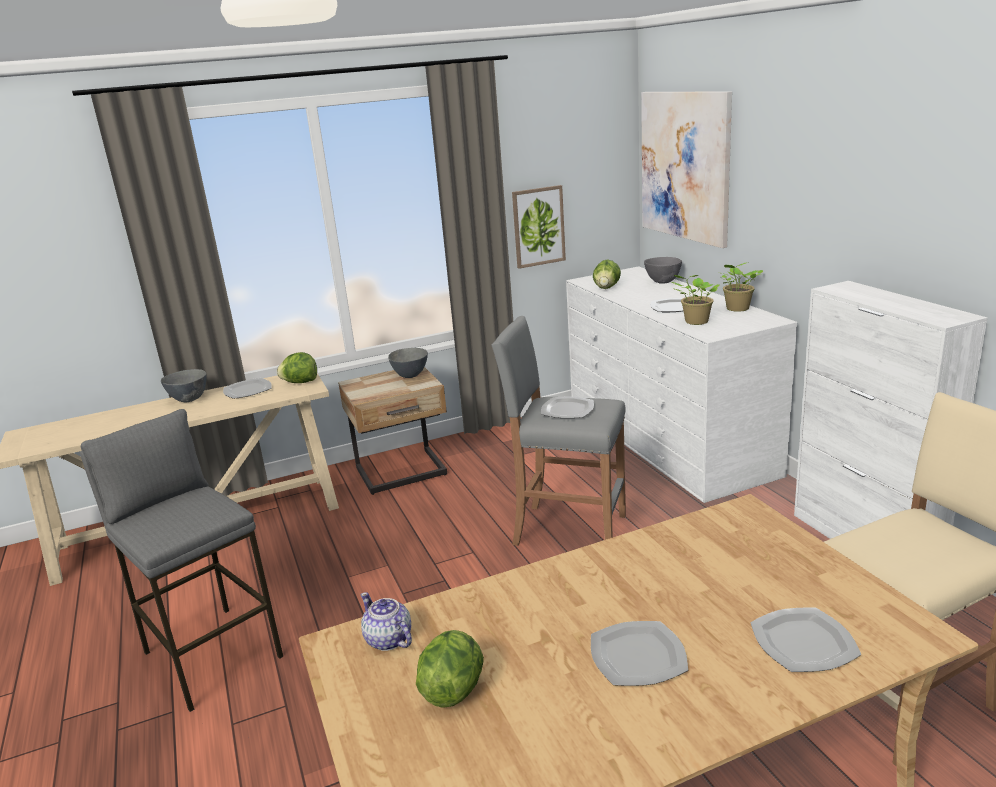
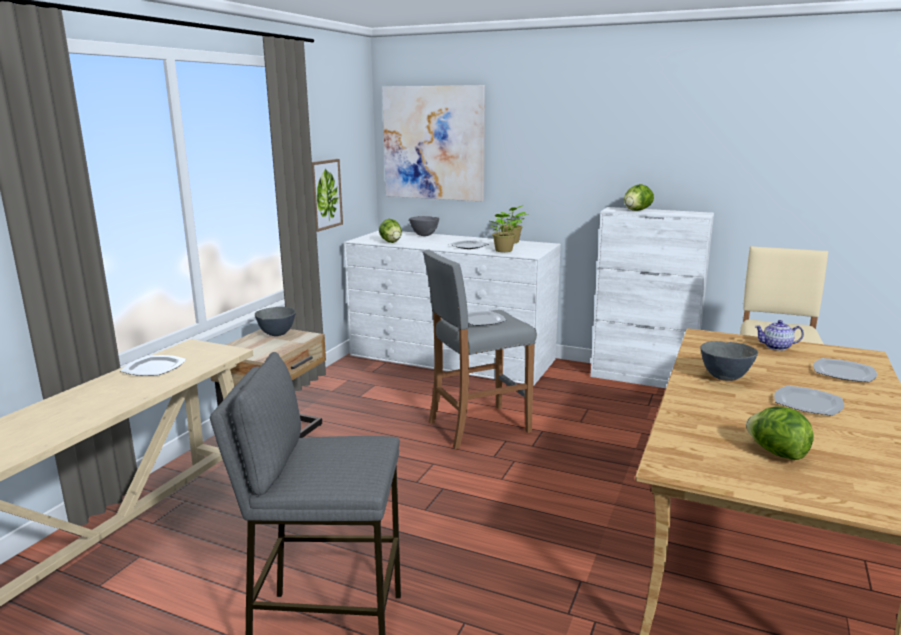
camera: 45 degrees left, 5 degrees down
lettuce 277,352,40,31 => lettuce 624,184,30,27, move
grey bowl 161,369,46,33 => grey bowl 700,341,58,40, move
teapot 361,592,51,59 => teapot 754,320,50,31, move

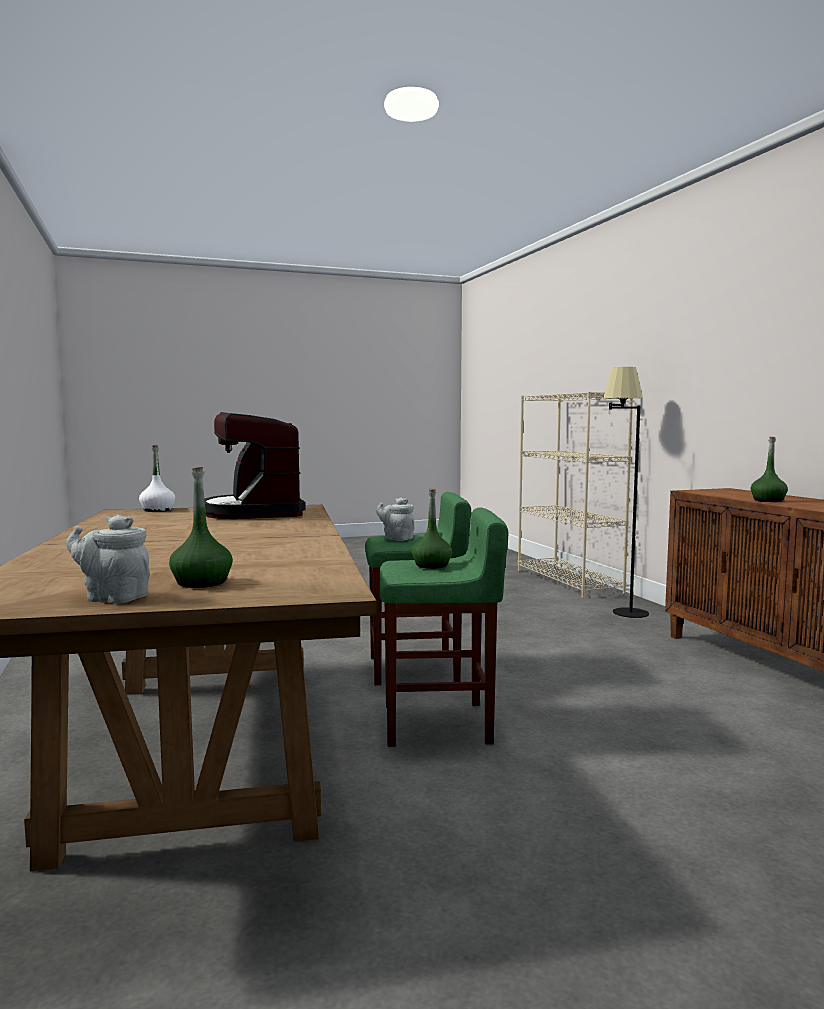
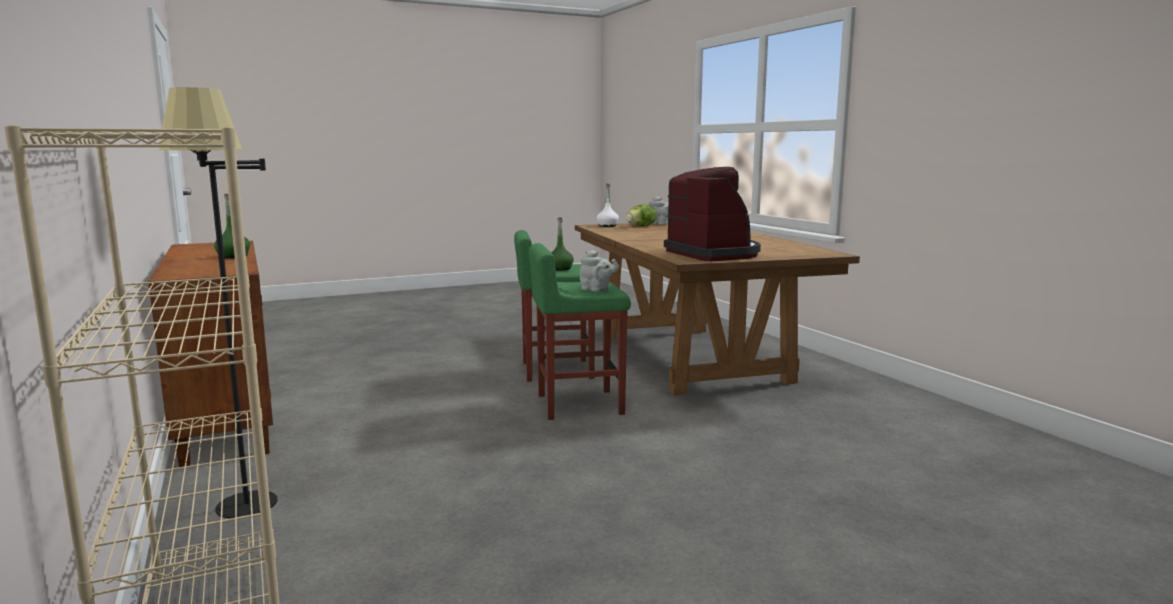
camera: 175 degrees right, 5 degrees up
white bottle 139,445,36,67 => white bottle 597,183,22,44, move
green bottle 169,467,64,121 => lettuce 626,204,31,23

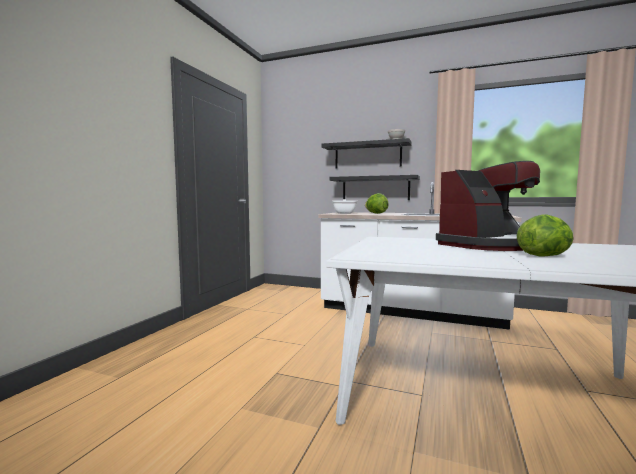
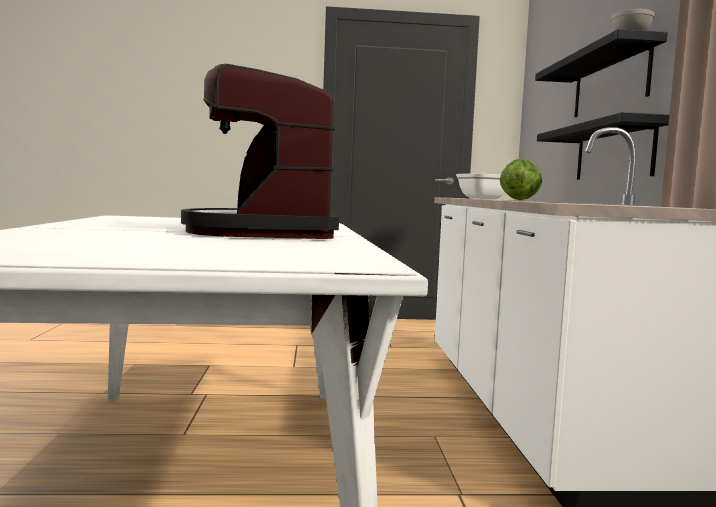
camera: 65 degrees right, 0 degrees up
coffee machine 436,161,104,90 => coffee machine 181,64,158,175, 45 degrees clockwise
lettuce 516,214,58,43 => nothing

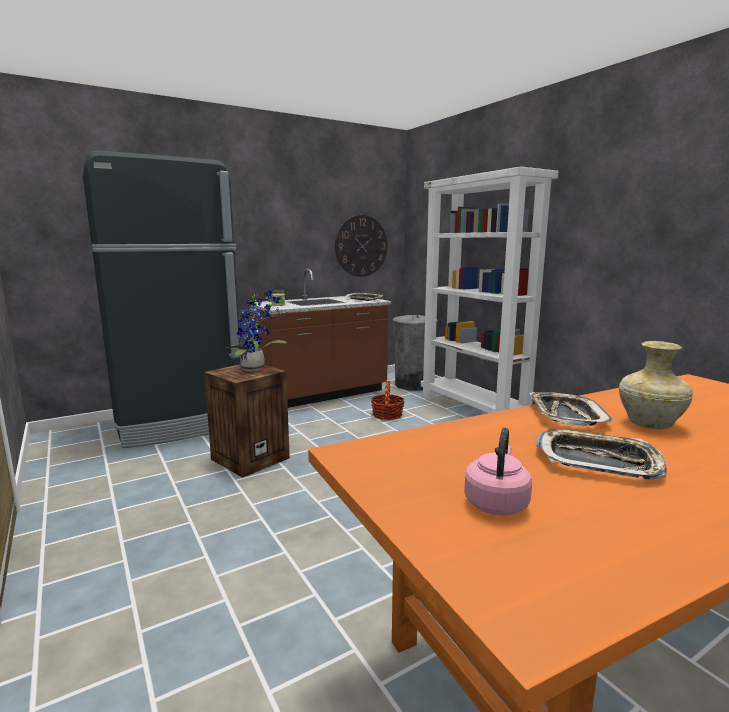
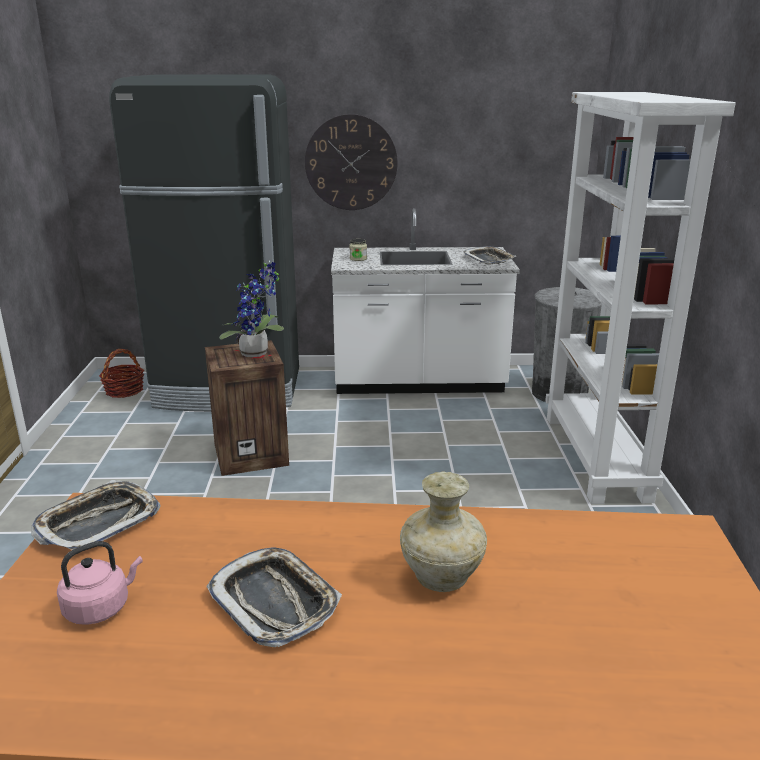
camera: 30 degrees right, 10 degrees up
wall clock 335,215,53,62 => wall clock 305,114,93,96, move
brown counter 249,269,142,139 => white counter 331,208,189,186
basket 371,380,34,40 => basket 99,349,45,49, move
tray 530,392,83,35 => tray 31,480,130,70, move

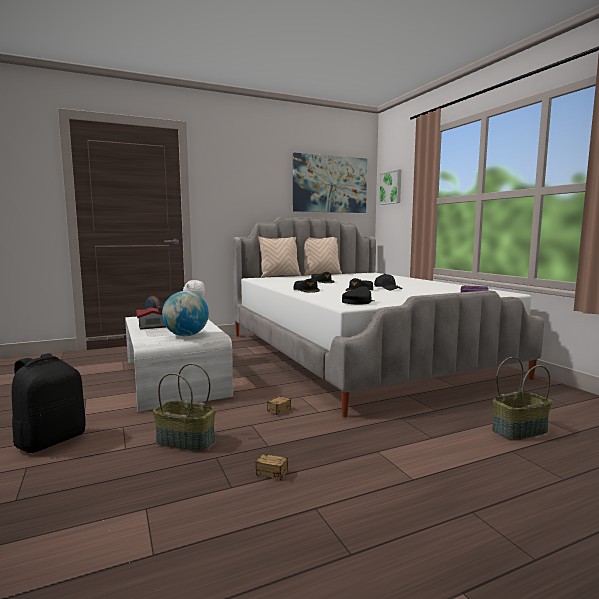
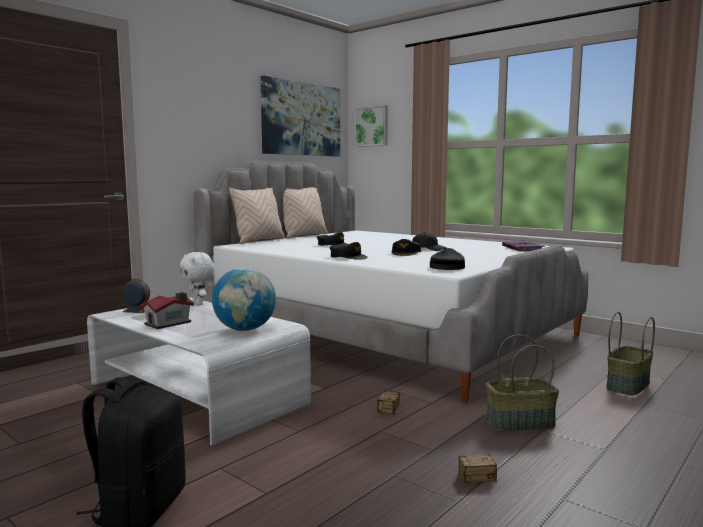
camera: 25 degrees left, 0 degrees up
basket 153,363,63,89 => basket 486,334,73,98, move

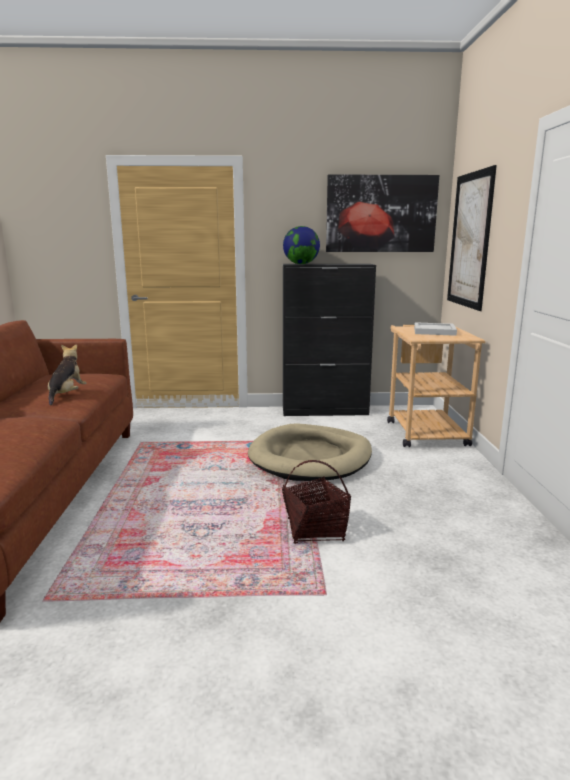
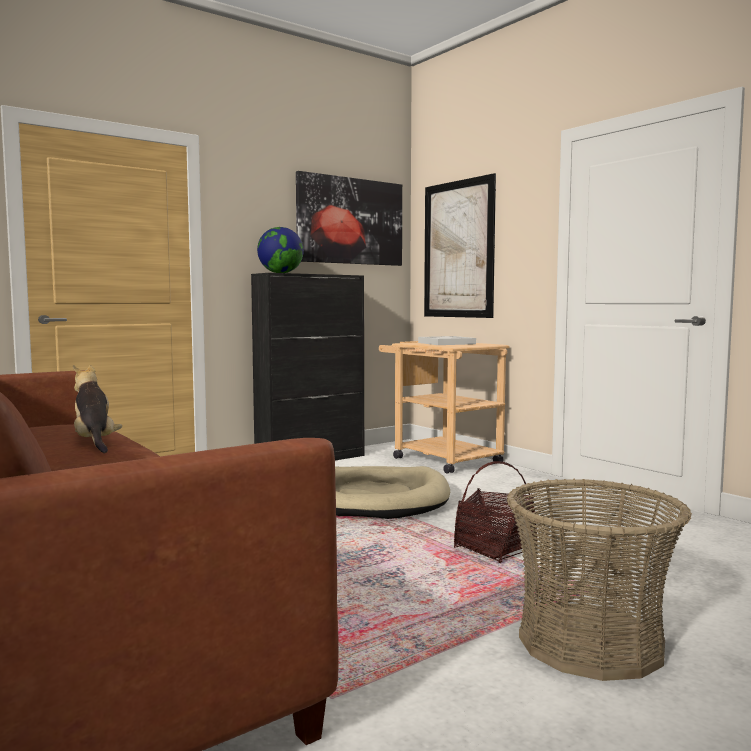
camera: 35 degrees left, 10 degrees down
nothing => basket 507,479,185,202

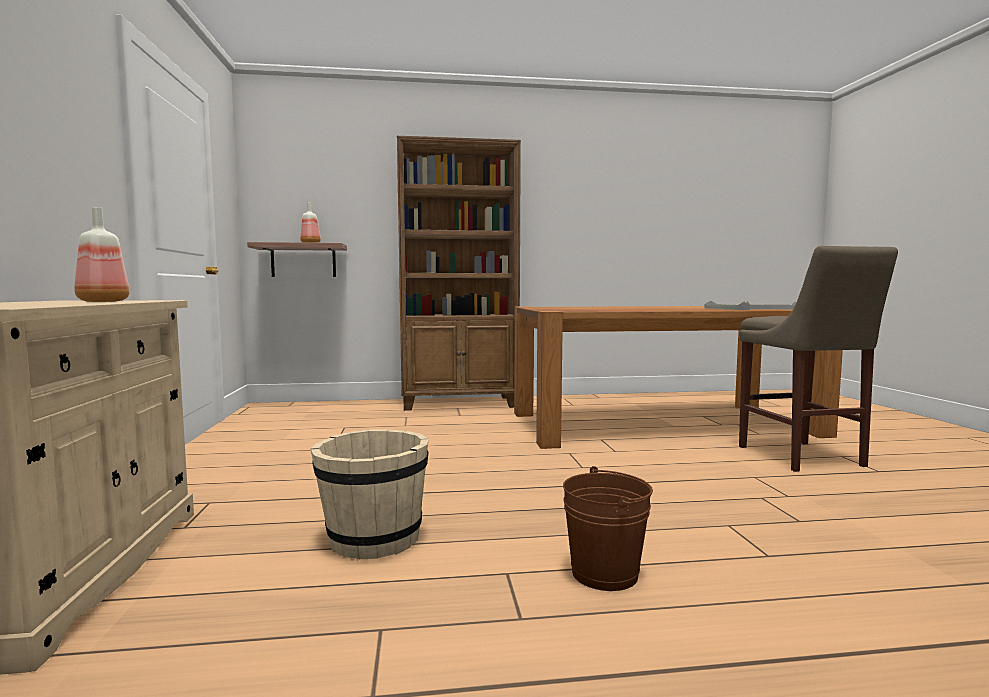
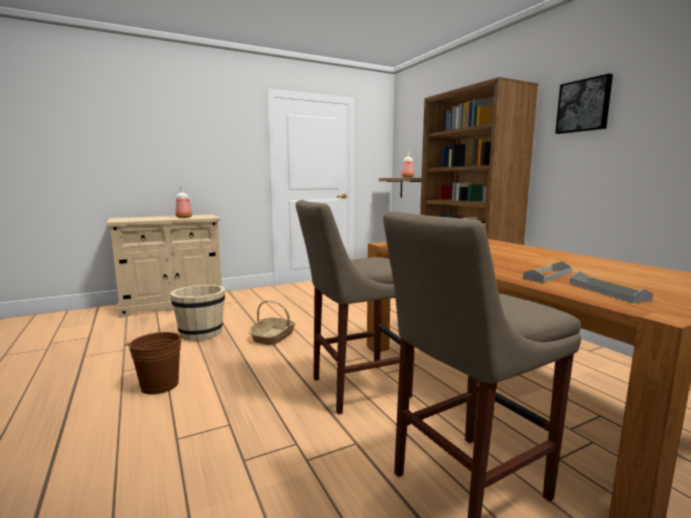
camera: 70 degrees right, 5 degrees up
nothing => picture 555,74,58,60
nothing => beige stool 296,200,119,215
nothing => basket 249,300,47,45

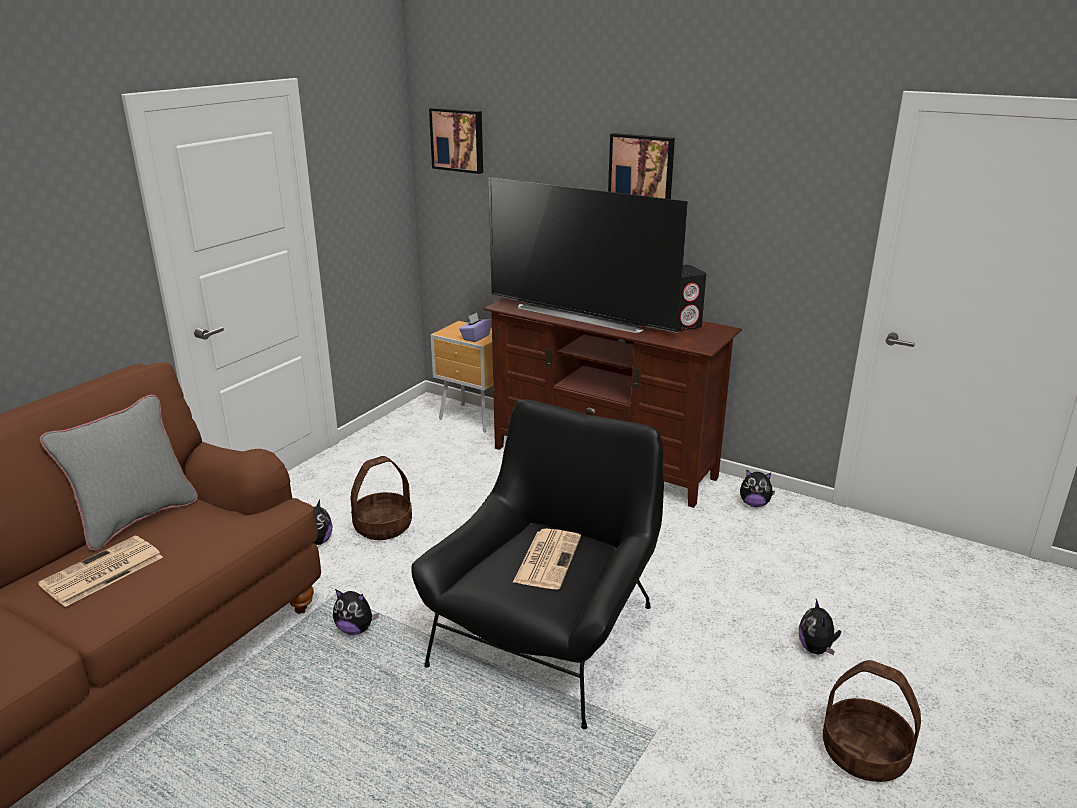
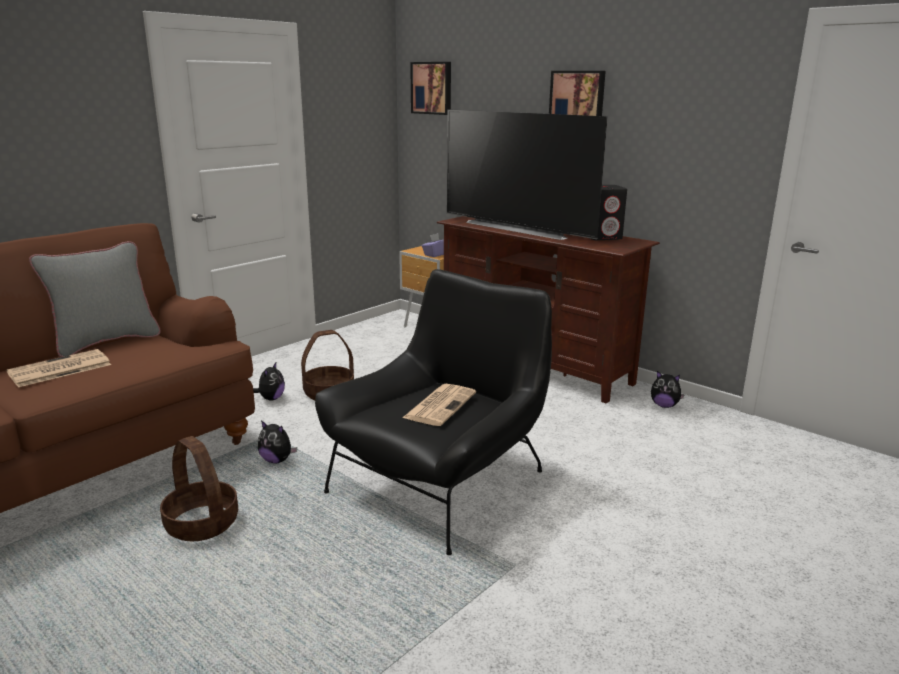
camera: 10 degrees right, 5 degrees down
plush toy 799,599,42,57 => nothing
basket 823,660,98,122 => basket 160,436,78,105, move

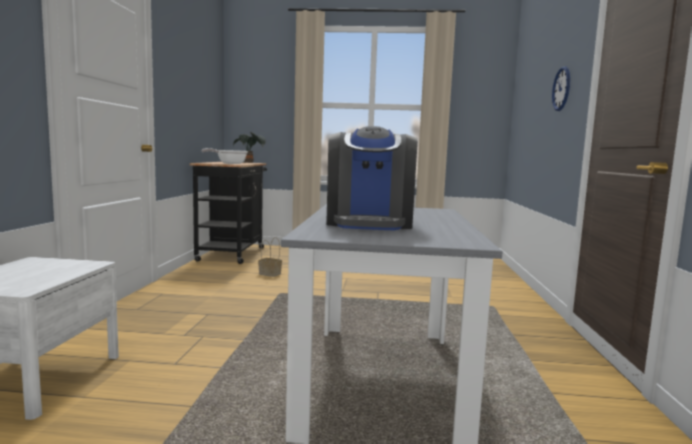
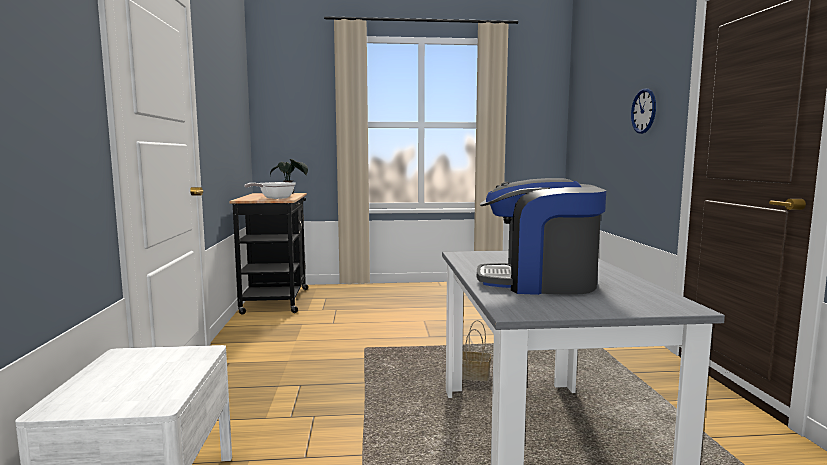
camera: 10 degrees left, 0 degrees up
coffee machine 326,126,92,104 => coffee machine 477,178,129,117, 105 degrees clockwise
basket 258,237,24,40 => basket 462,320,29,61, move

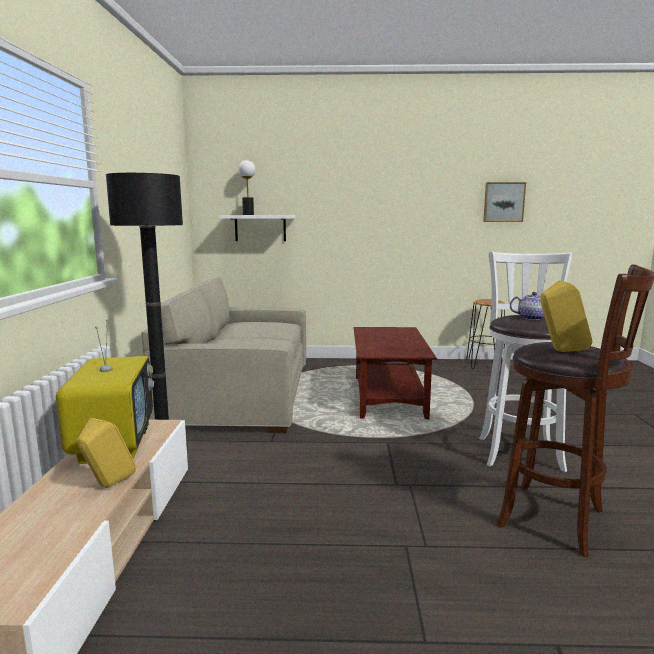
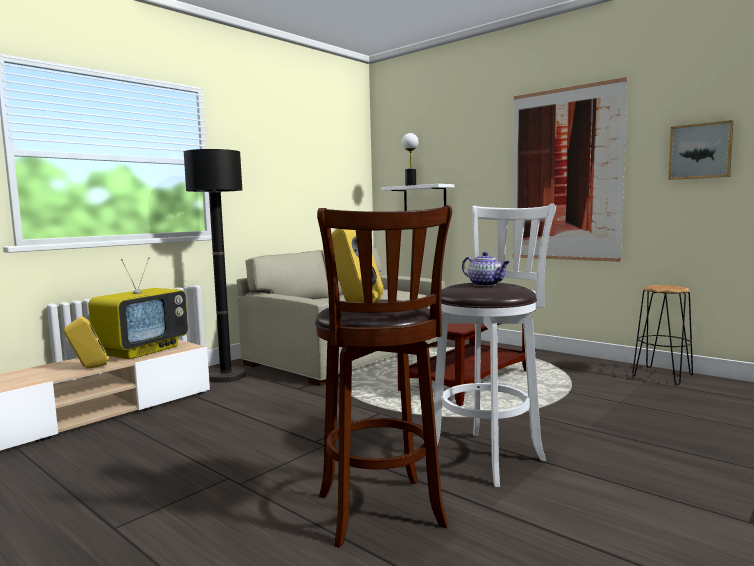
camera: 40 degrees right, 5 degrees down
nothing => picture 513,77,114,185

